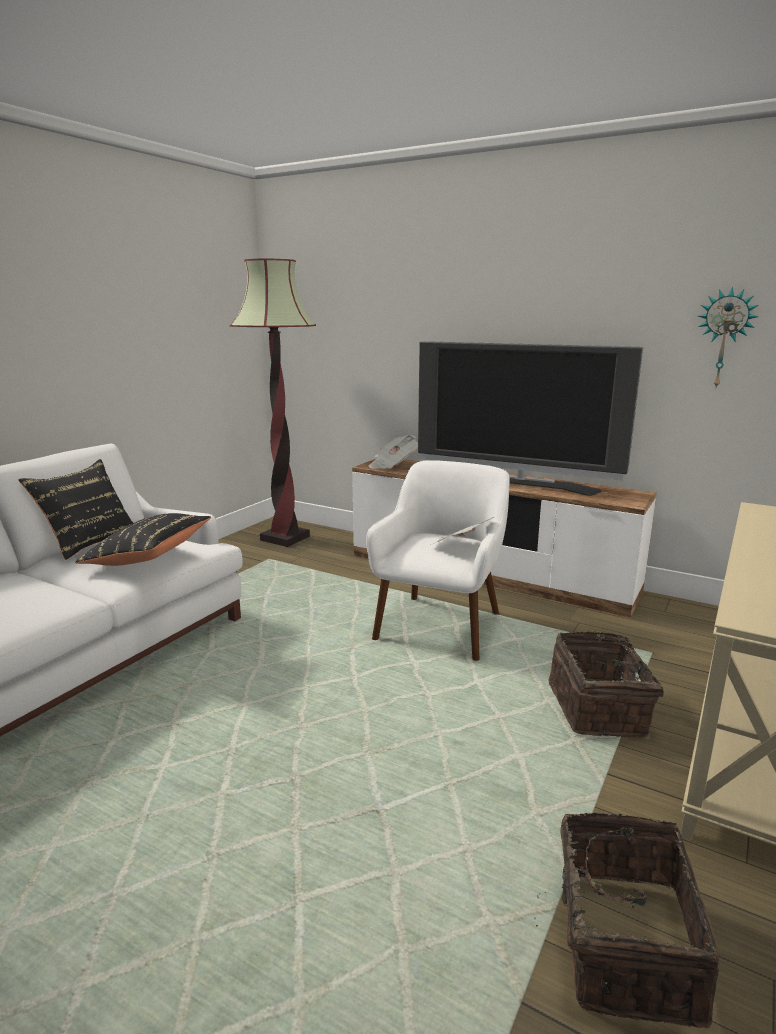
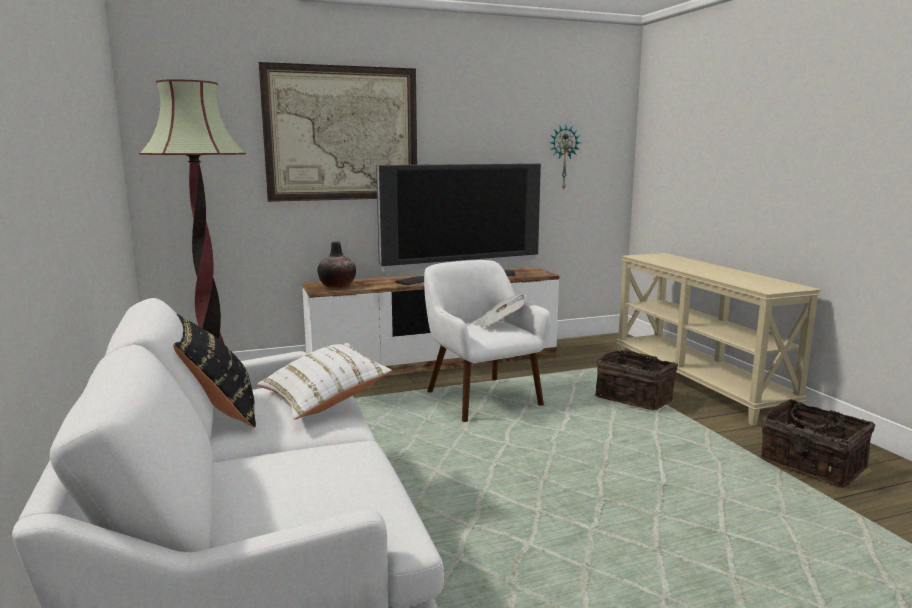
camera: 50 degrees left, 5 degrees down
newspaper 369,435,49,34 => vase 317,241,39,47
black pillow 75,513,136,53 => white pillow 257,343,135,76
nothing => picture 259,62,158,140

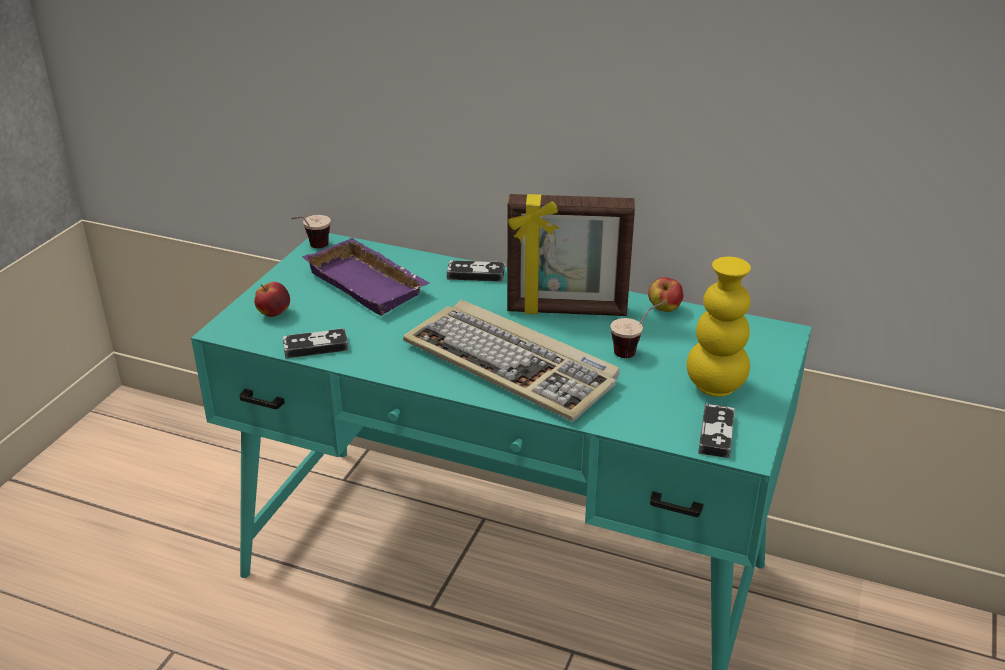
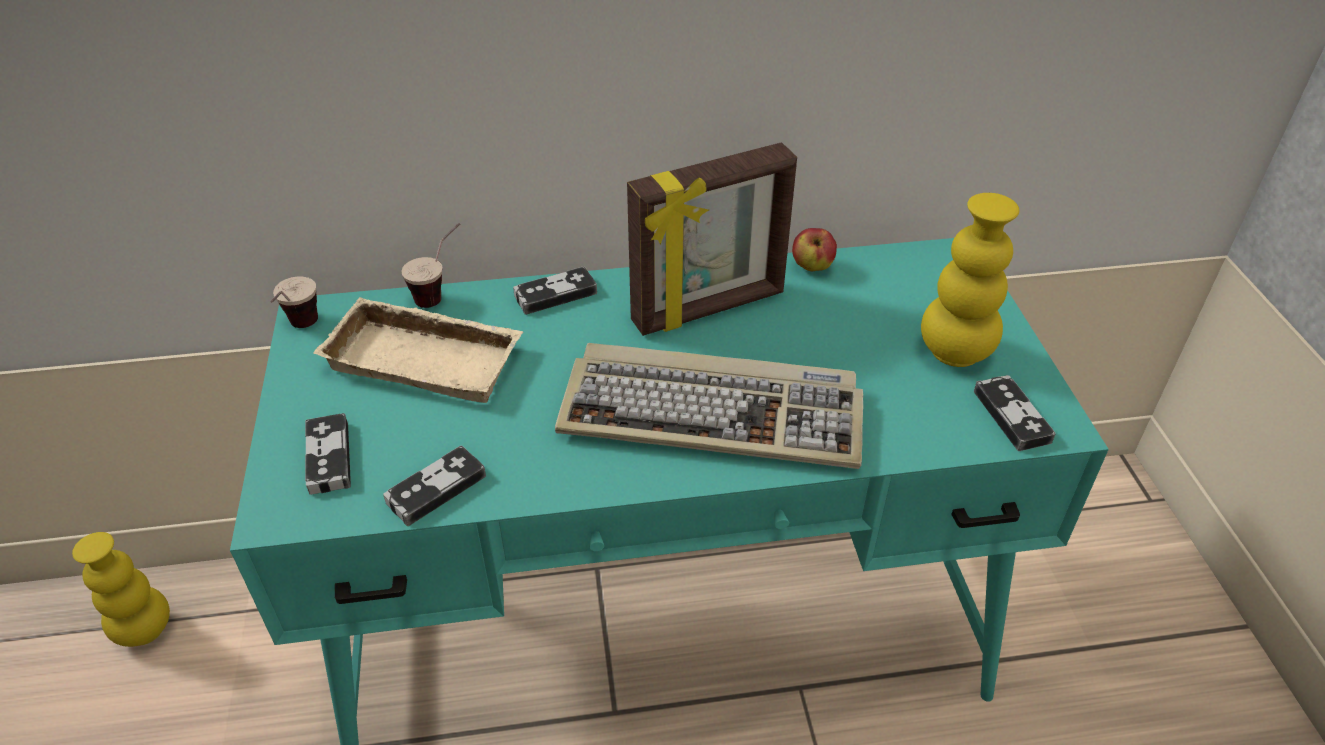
camera: 30 degrees left, 10 degrees up
purple tray 302,238,128,78 => beige tray 313,297,210,106
apple 254,282,36,35 => game controller 305,413,46,82
cup 610,300,58,58 => cup 401,223,59,85, move
nothing => yellow vase 72,532,98,115

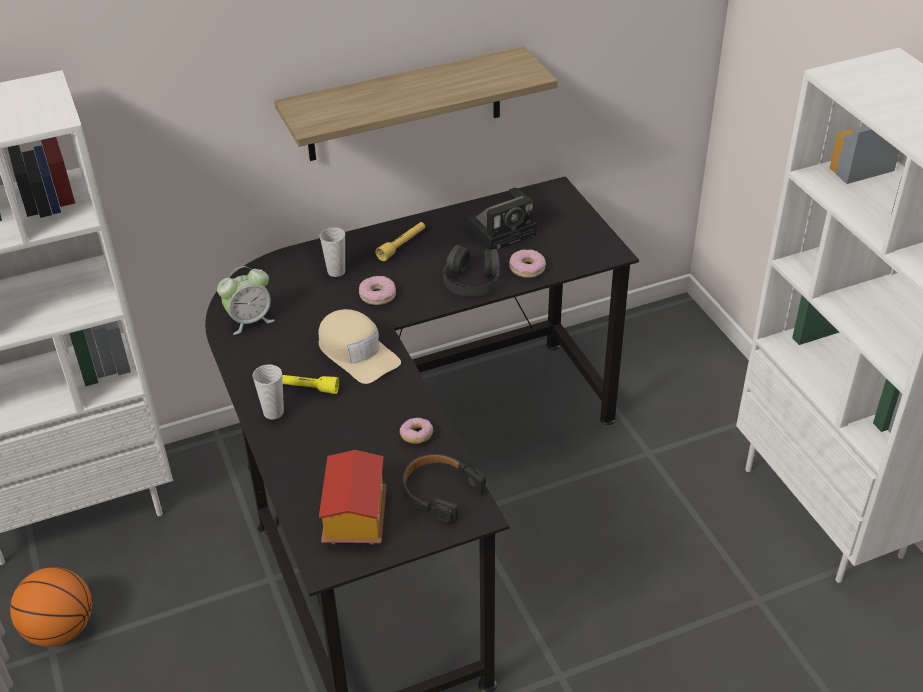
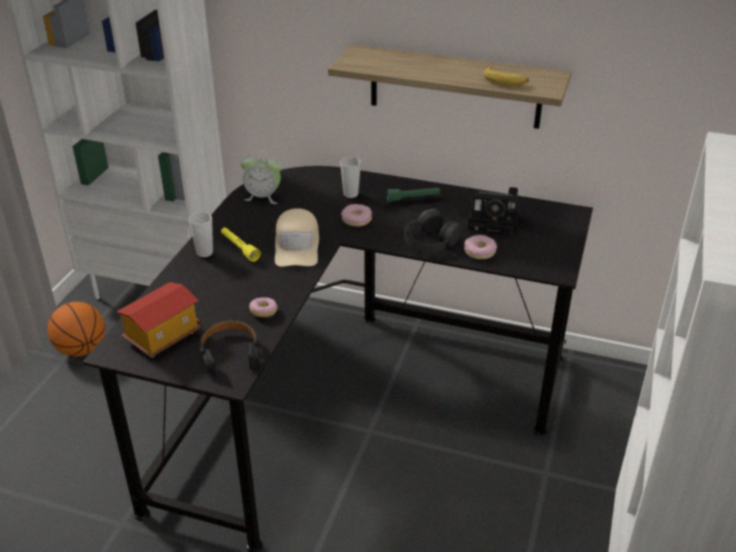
camera: 40 degrees right, 5 degrees down
yellow flashlight 375,222,50,39 => green flashlight 387,188,53,14
nothing => banana 483,66,46,20

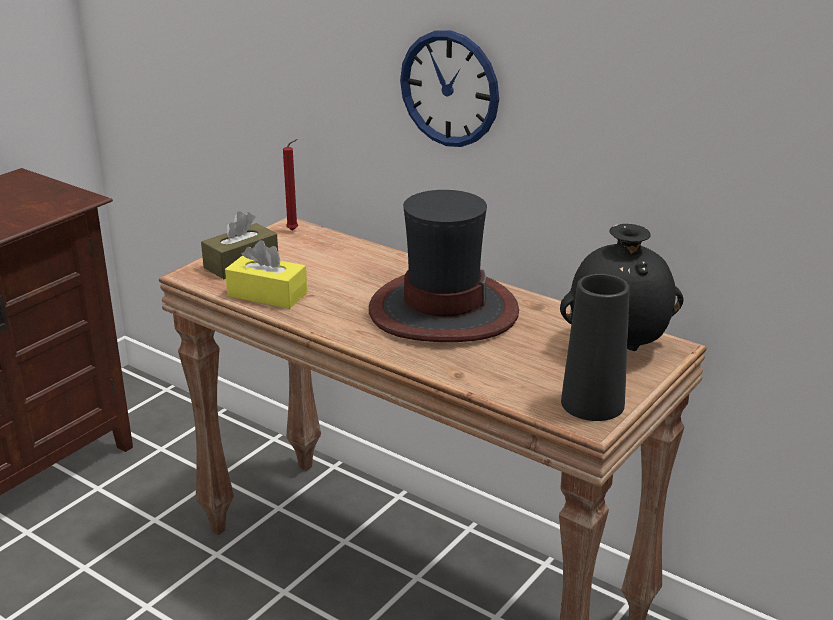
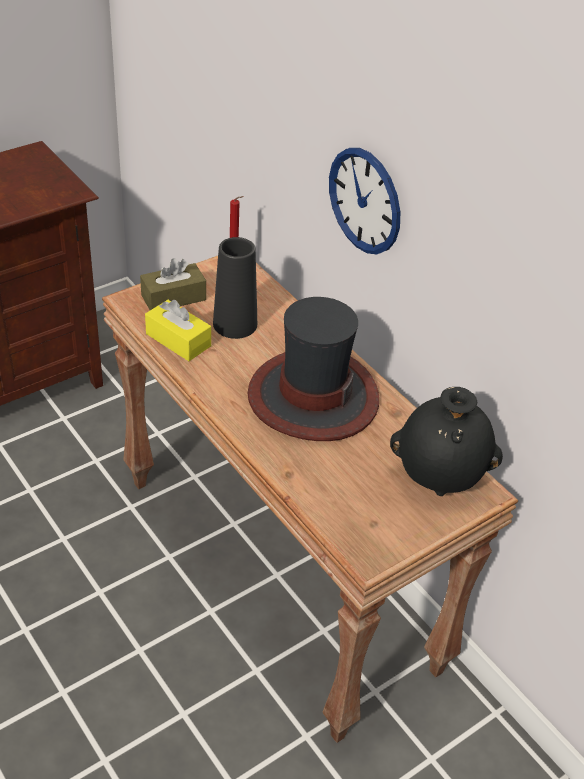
camera: 15 degrees right, 15 degrees up
black vase 561,274,69,147 => black vase 213,237,44,102, move

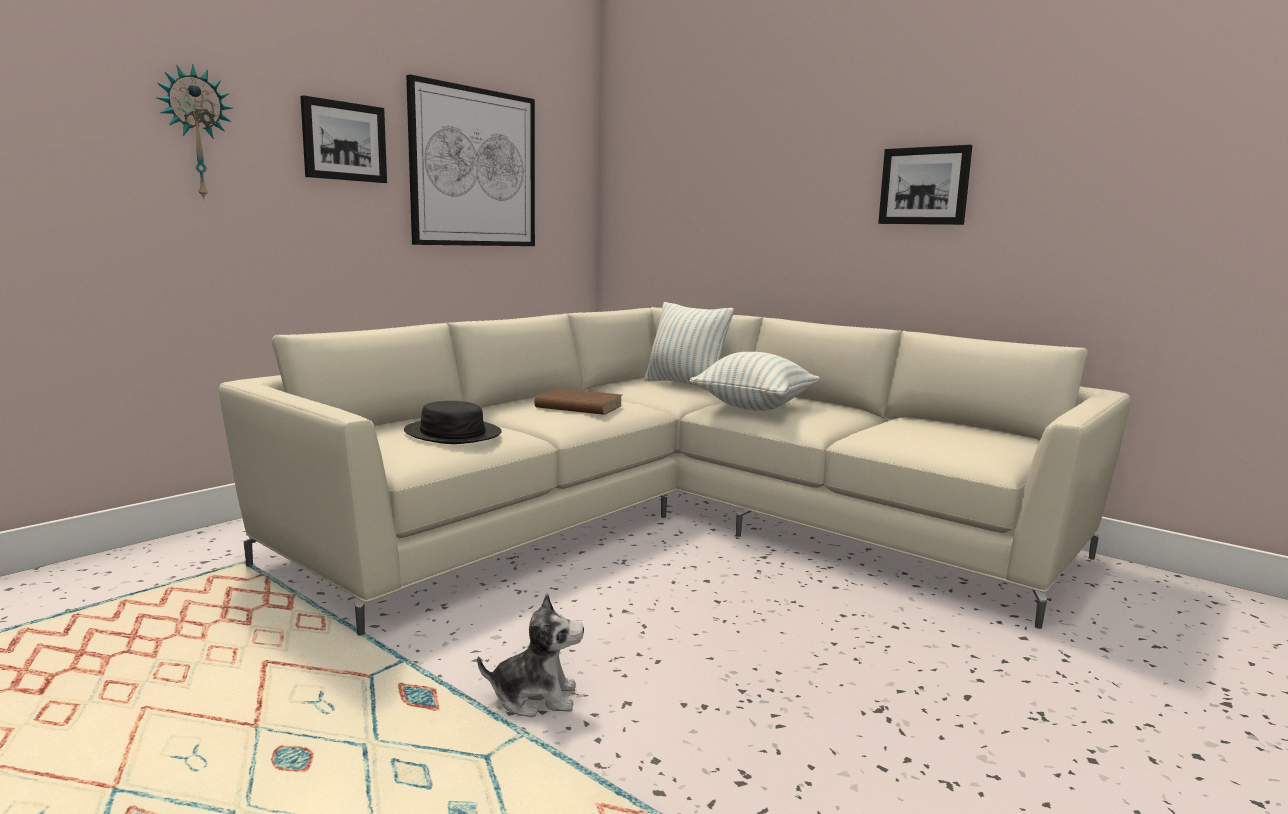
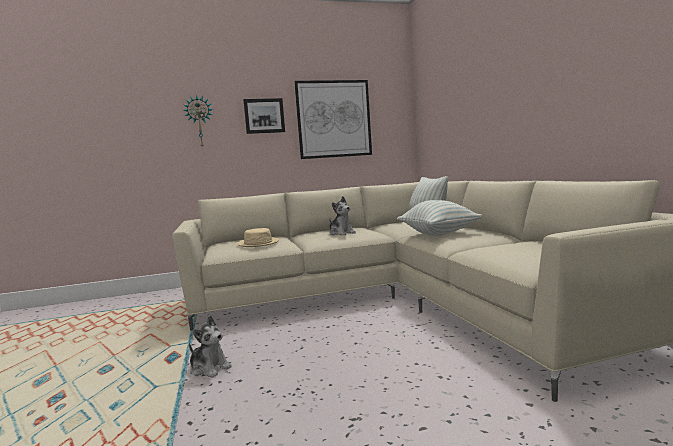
camera: 35 degrees right, 5 degrees down
picture 878,145,95,80 => nothing
brown book 534,388,88,27 => plush toy 329,196,27,40
black hat 404,401,98,43 => beige hat 237,228,42,19

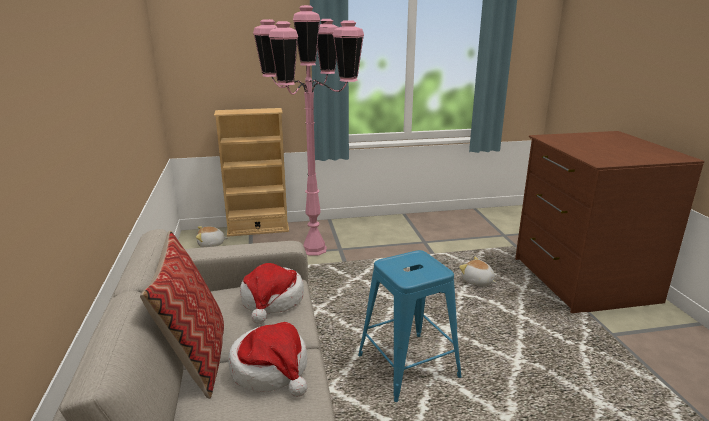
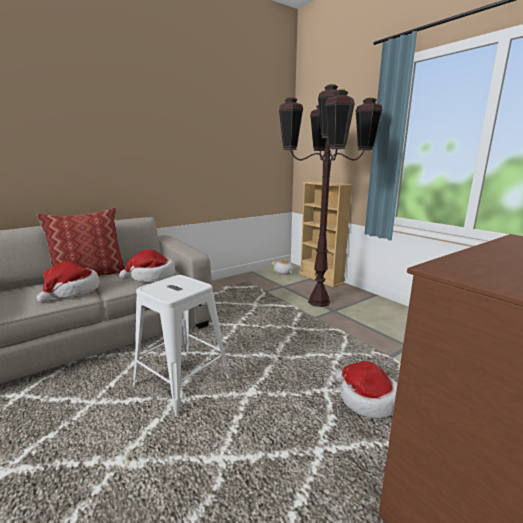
camera: 65 degrees right, 5 degrees down
pink floor lamp 253,5,111,251 => brown floor lamp 279,84,104,223
blue stool 358,250,104,152 => white stool 133,275,98,142
plush toy 459,257,37,29 => hat 335,361,63,57

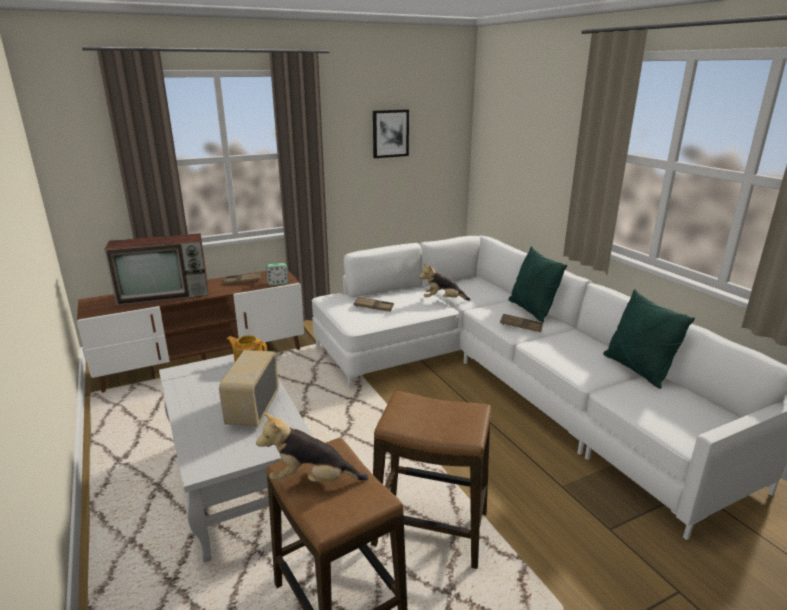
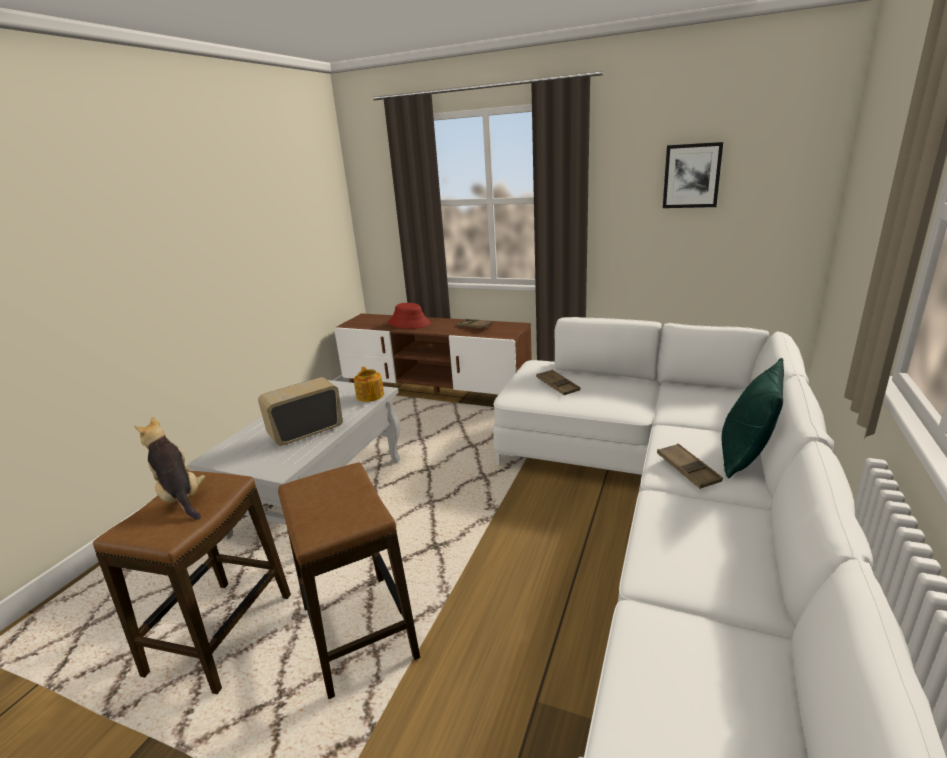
camera: 50 degrees right, 0 degrees up
television 104,233,104,72 => red hat 388,303,43,26
alarm clock 265,263,24,22 => nothing
plush toy 419,263,52,38 => nothing
green pillow 603,289,92,100 => nothing

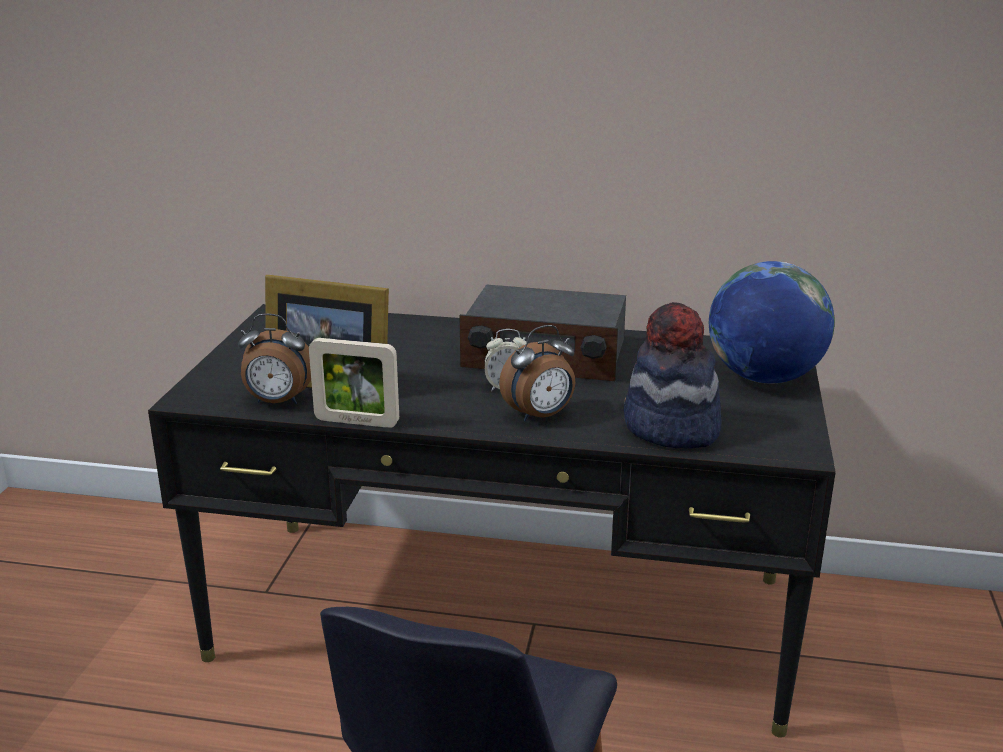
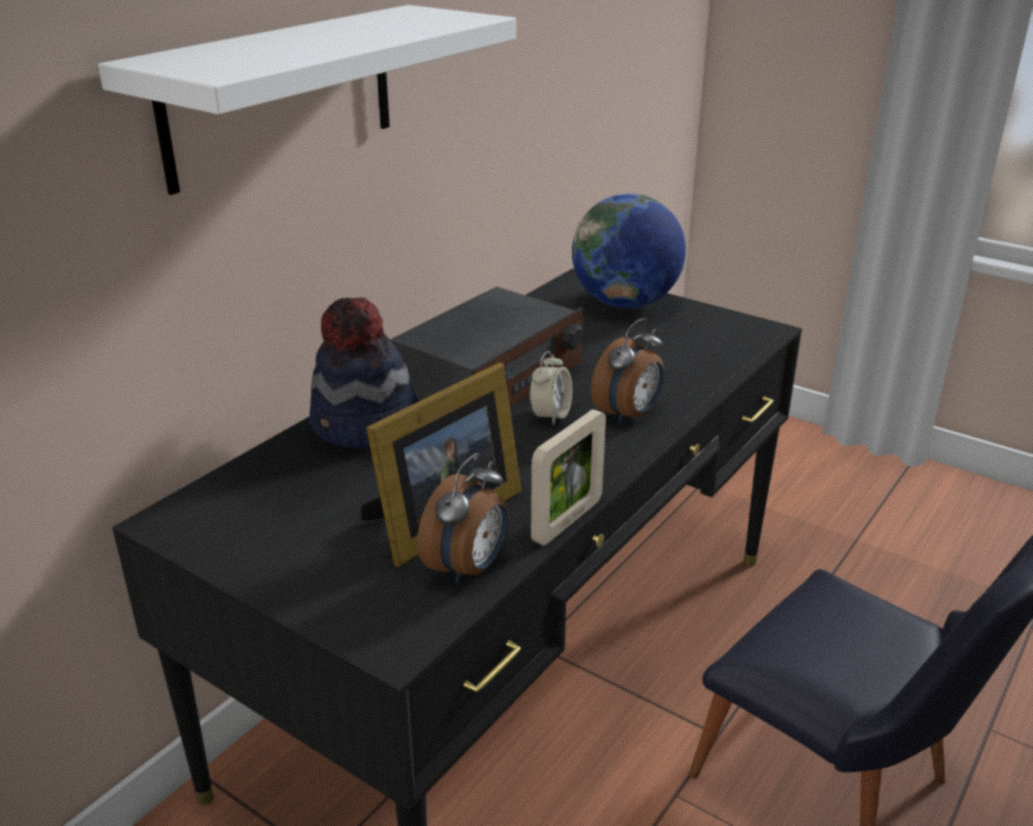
camera: 65 degrees left, 5 degrees up
hat 624,302,98,147 => hat 309,298,109,150, move
alarm clock 499,325,76,97 => alarm clock 591,318,73,106, 45 degrees clockwise
nothing => white shelf 98,5,418,190

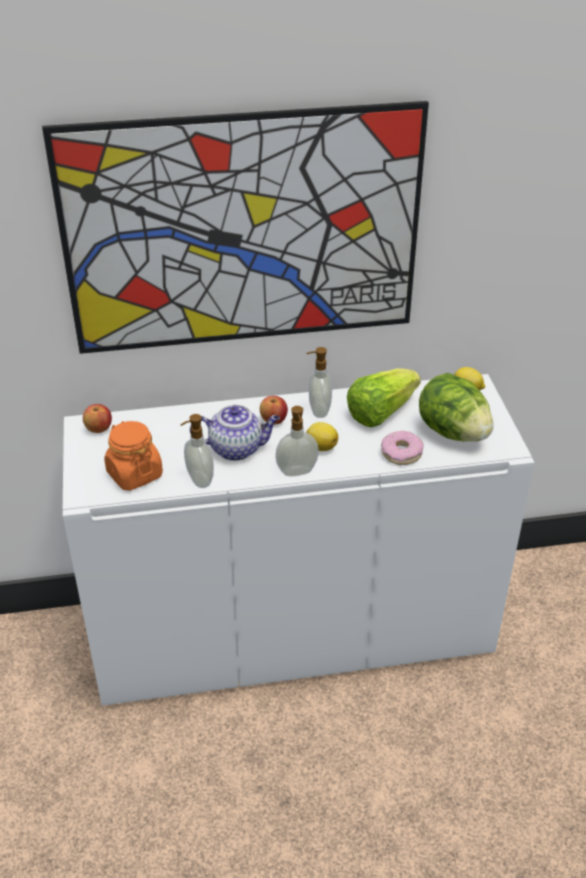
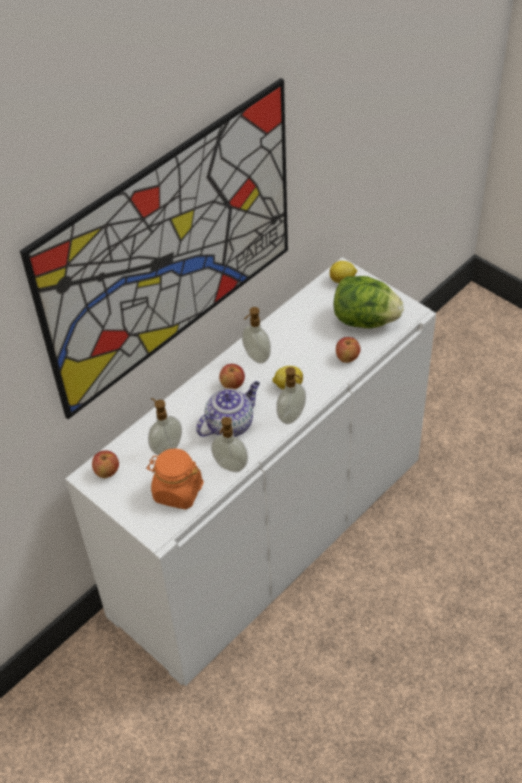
camera: 35 degrees left, 10 degrees up
lettuce 347,368,74,59 => nothing
donut 381,431,43,34 => apple 336,337,24,26
nothing => soap dispenser 148,398,34,58

